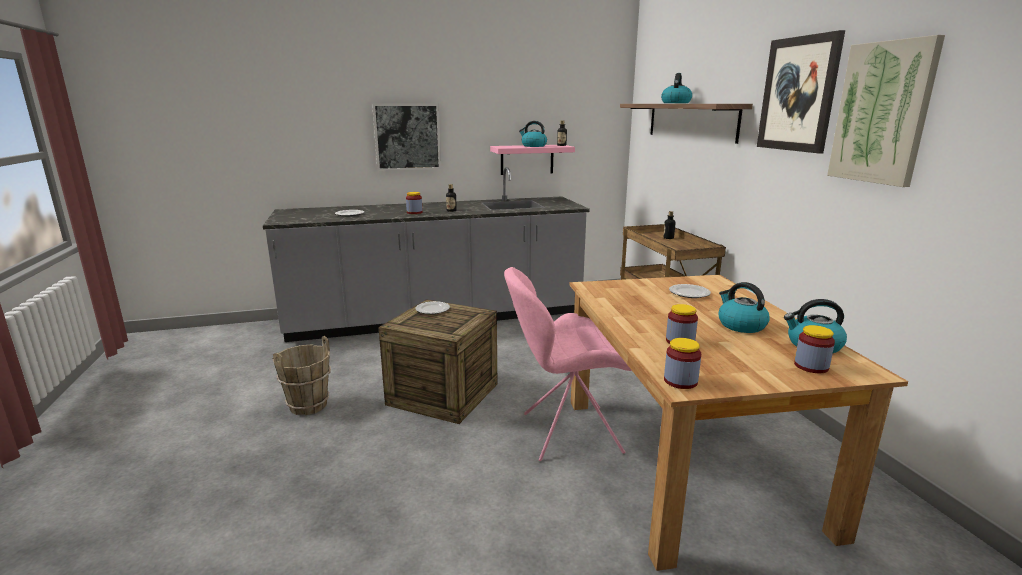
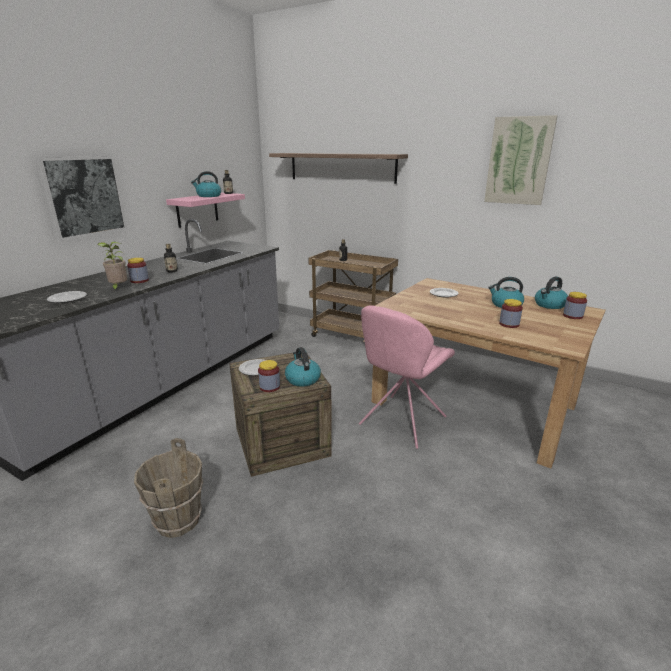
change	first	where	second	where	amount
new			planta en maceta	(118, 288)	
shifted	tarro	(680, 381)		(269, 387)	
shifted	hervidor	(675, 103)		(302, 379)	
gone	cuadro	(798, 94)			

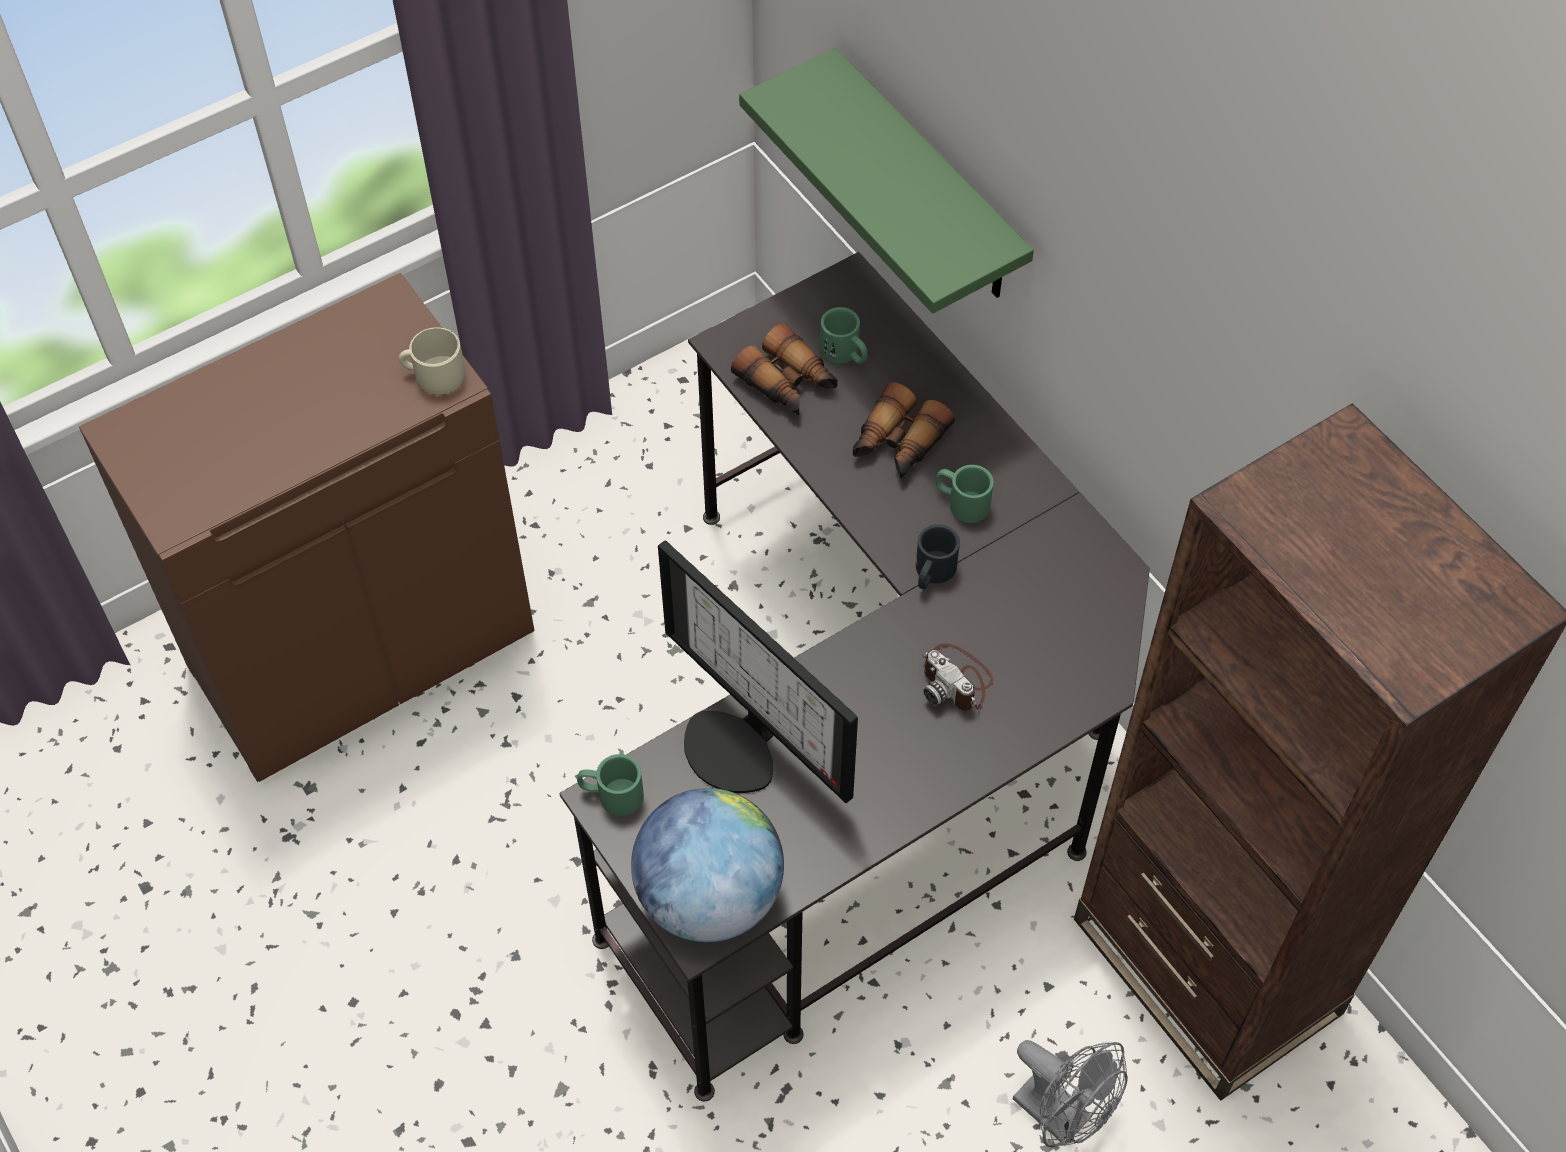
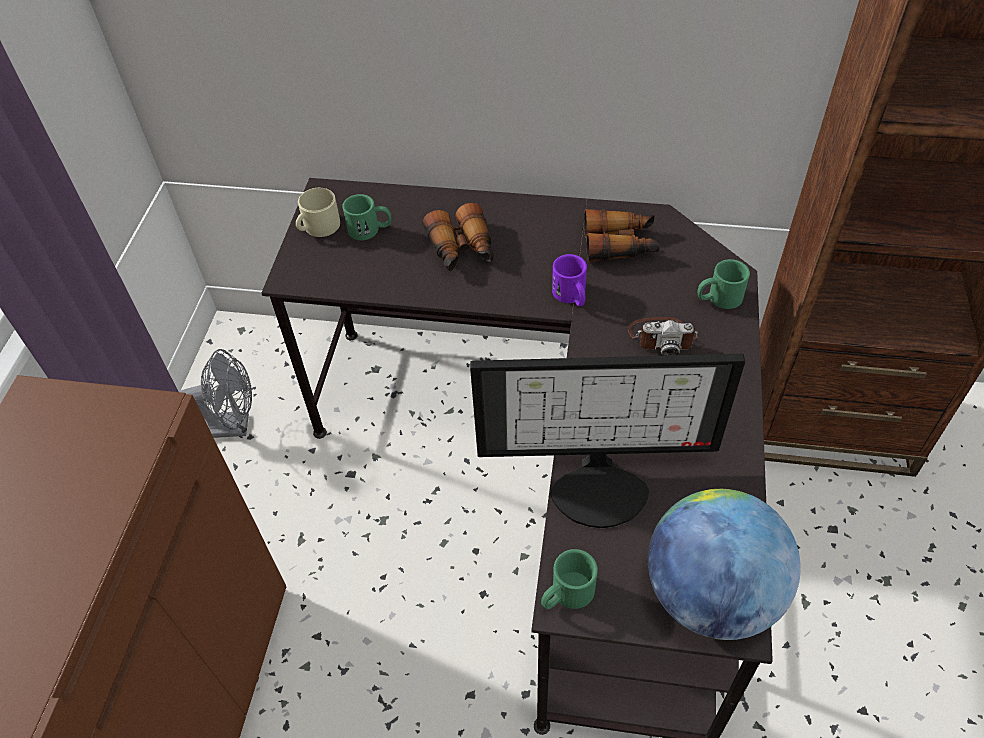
change	first	where	second	where	amount
shifted	ventilador (gris)	(1062, 1116)		(233, 426)	
shifted	taza grande (beis)	(433, 374)		(318, 227)	
repainted	taza grande (negro)	(932, 573)	taza grande (morado)	(571, 296)	
shifted	prismáticos	(788, 383)		(620, 244)	
shifted	taza grande (verde)	(961, 502)		(718, 298)	
gone	estante (verde)	(928, 182)			

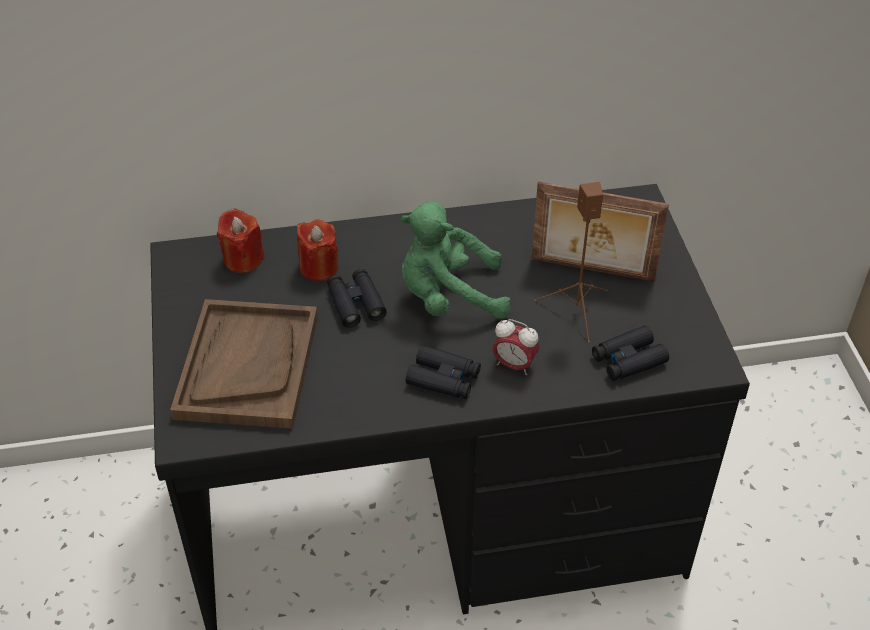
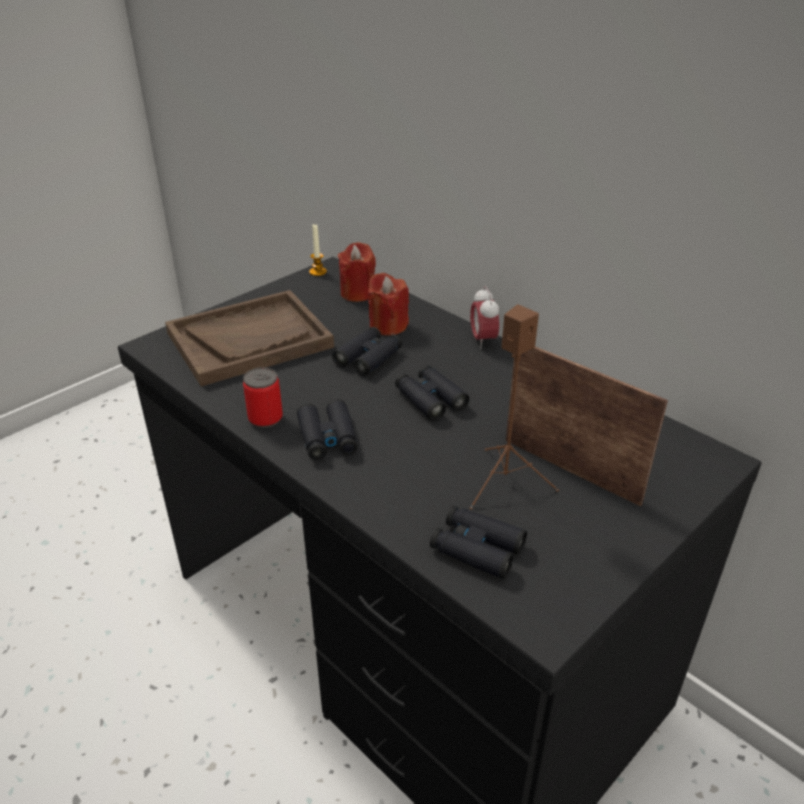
change	first	where	second	where	amount
new			lata	(265, 419)	
new			vela	(318, 272)	
swapped	peluche (verde)	(448, 297)	prismáticos (negro)	(430, 399)	
shifted	despertador	(514, 365)		(483, 340)	
rotated	portarretratos	(592, 271)		(572, 469)	150 degrees clockwise

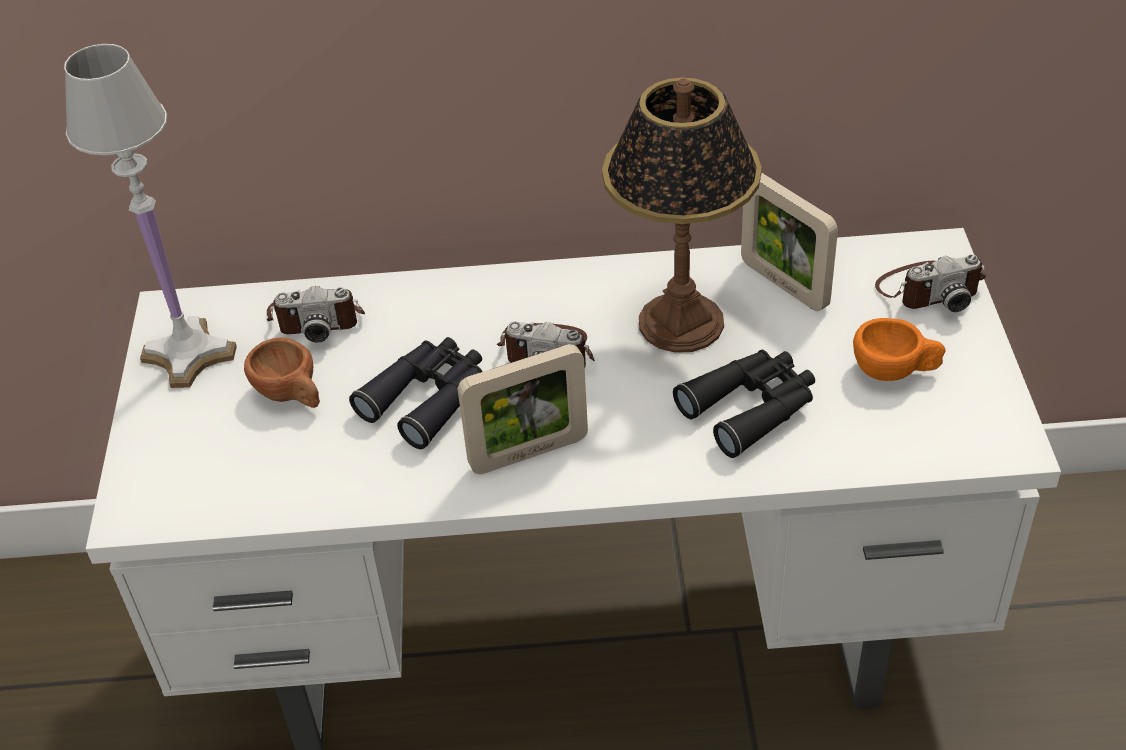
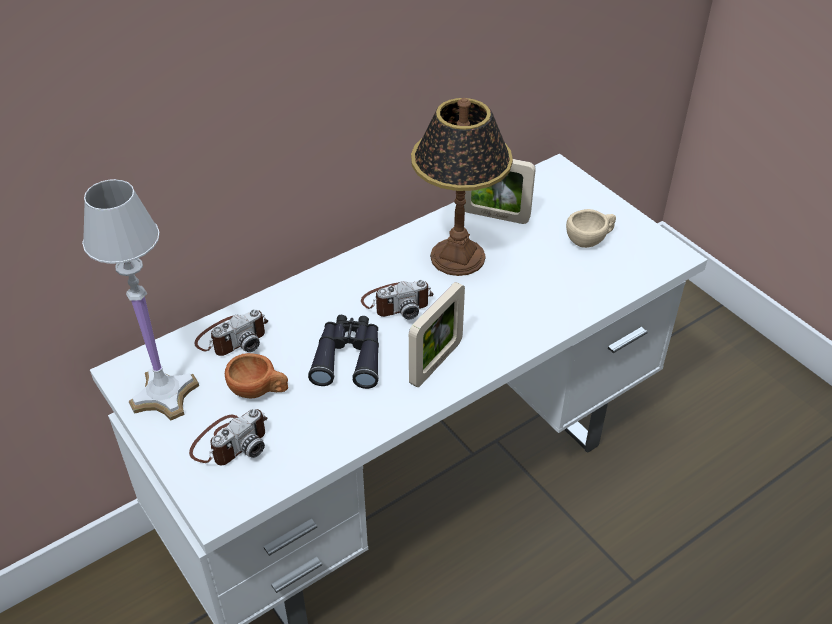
change	first	where	second	where	amount
shifted	cámara	(929, 289)		(230, 442)	
repainted	taza (naranja)	(895, 371)	taza (beis)	(590, 240)	
gone	prismáticos (negro)	(751, 408)			

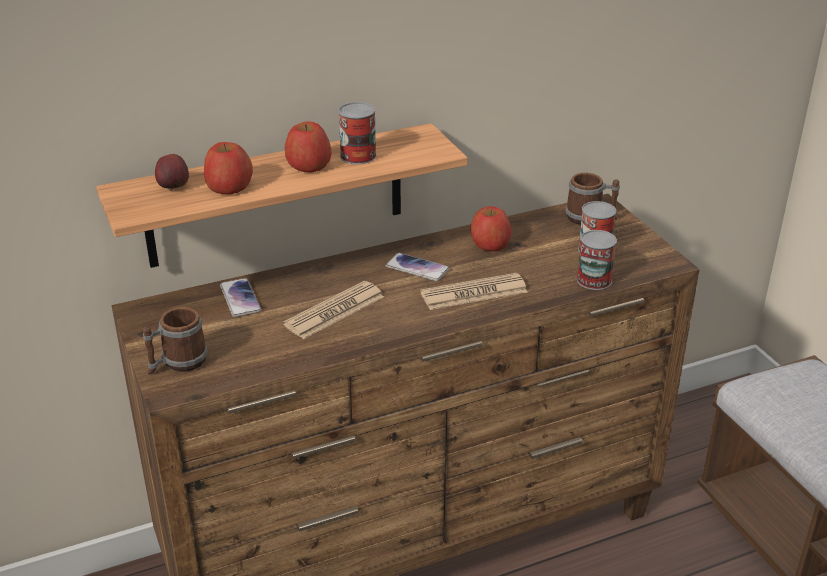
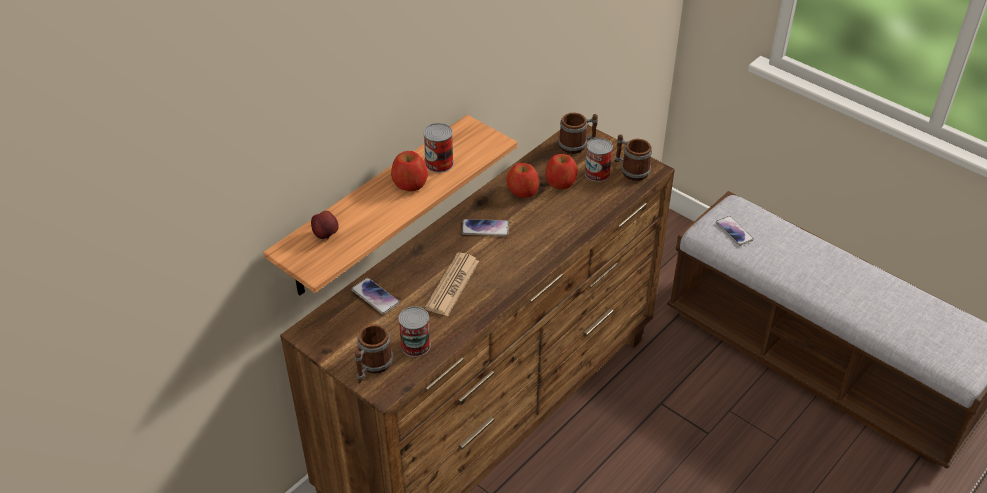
change	first	where	second	where	amount
shifted	lata	(594, 280)		(415, 345)	
shifted	manzana	(229, 187)		(561, 182)	
new			taza grande	(630, 170)	
new			móvil	(734, 231)	
gone	periódico	(473, 293)			

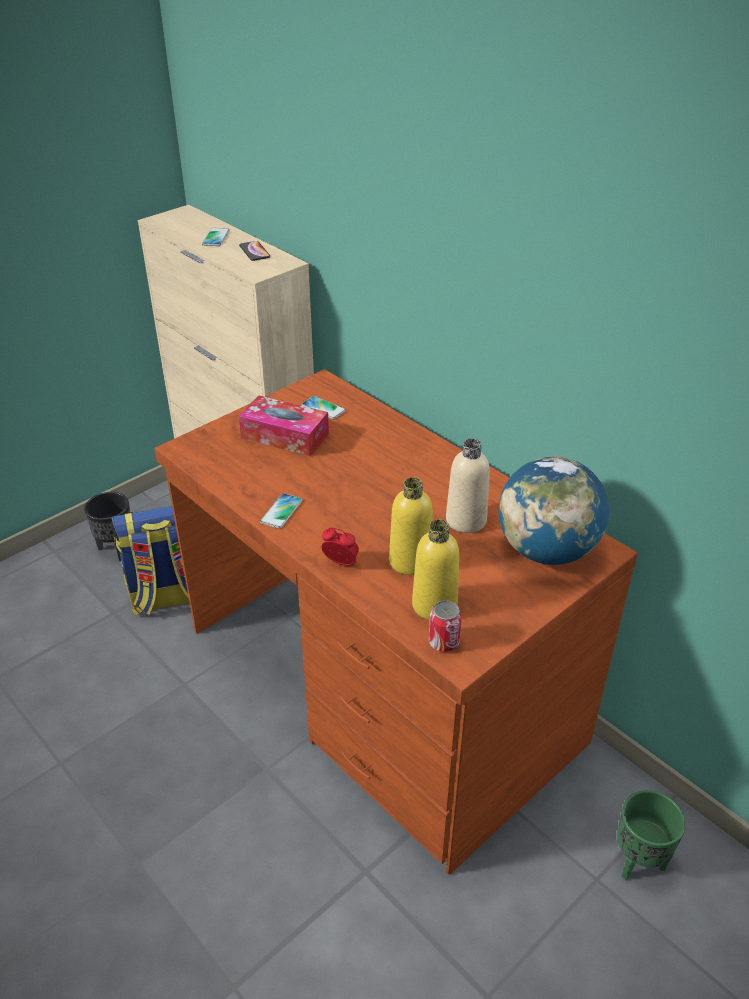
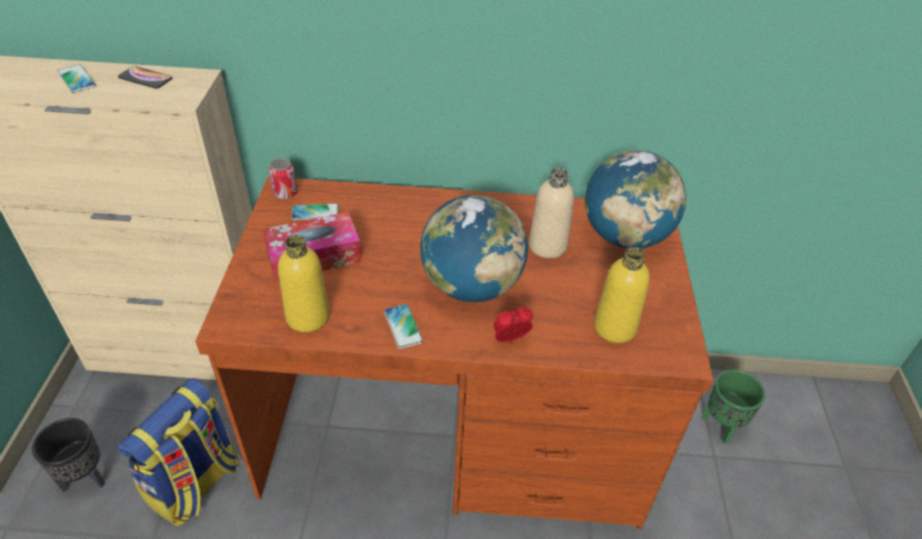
change	first	where	second	where	amount
shifted	lata	(443, 642)		(285, 193)	
shifted	botella (amarillo)	(410, 561)		(308, 316)	
new			globo terráqueo	(471, 286)	

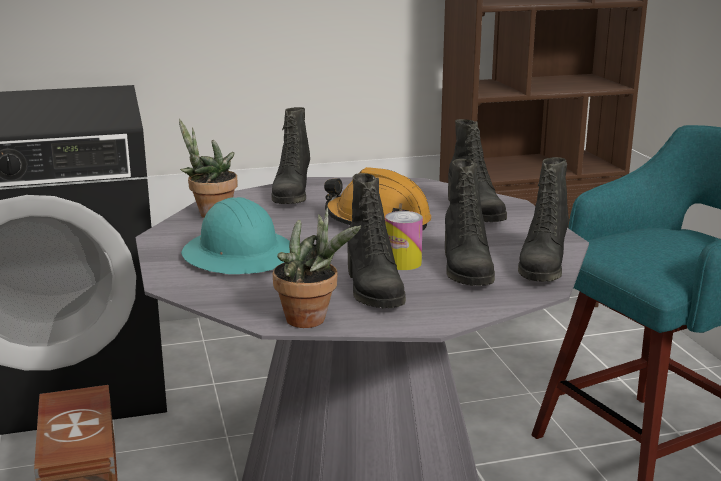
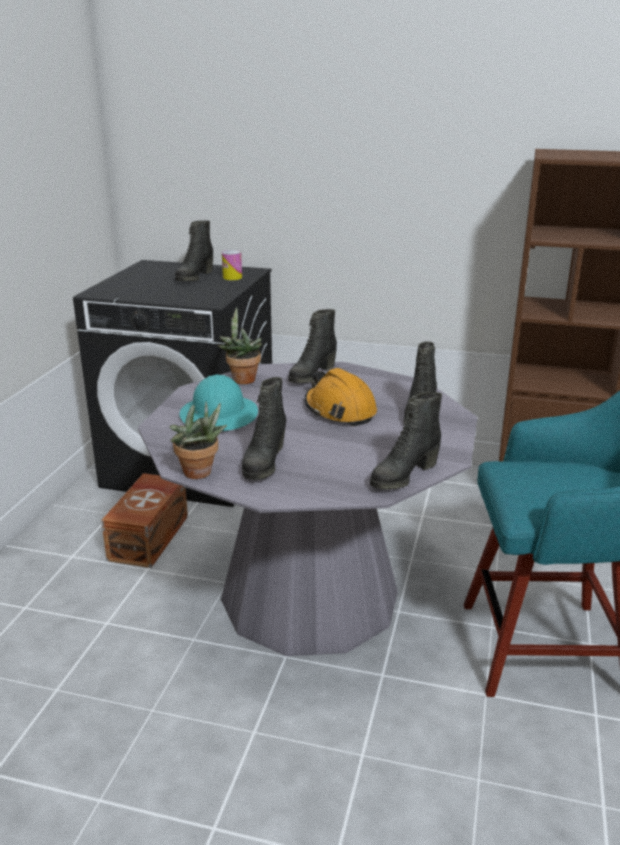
change	first	where	second	where	amount
shifted	bota (negro)	(465, 270)		(194, 277)	
shifted	lata	(403, 263)		(232, 277)	

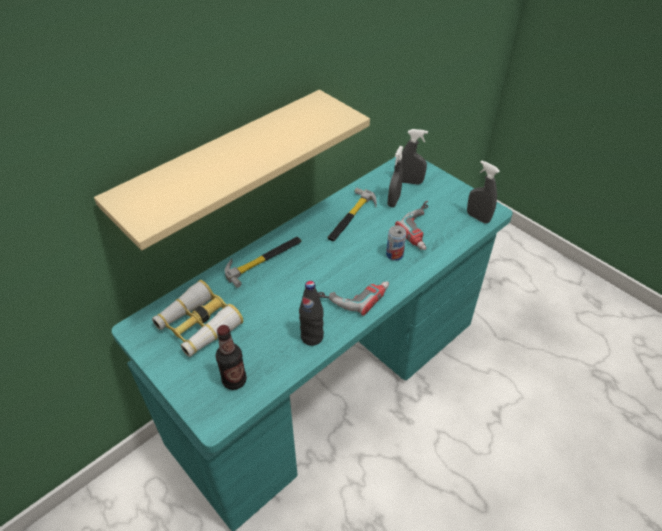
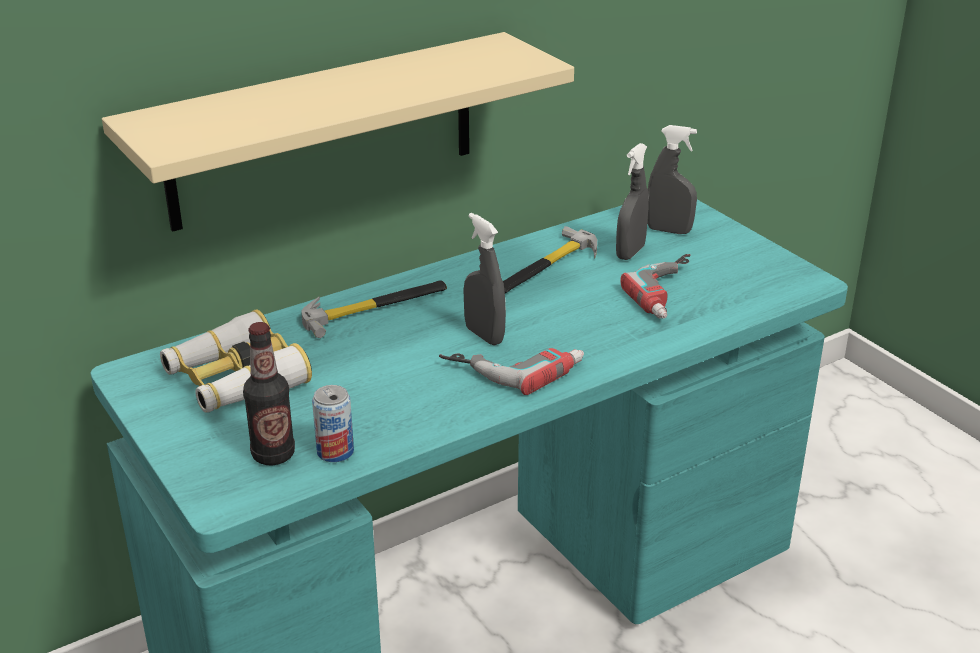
change	first	where	second	where	amount
shifted	lata	(394, 254)		(335, 452)	
shifted	pulverizador (gris)	(478, 217)		(484, 335)	
gone	botella (negro)	(312, 337)			

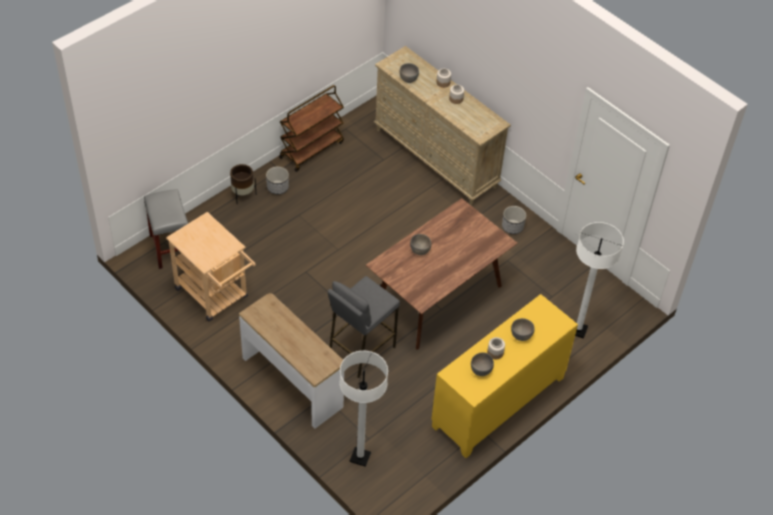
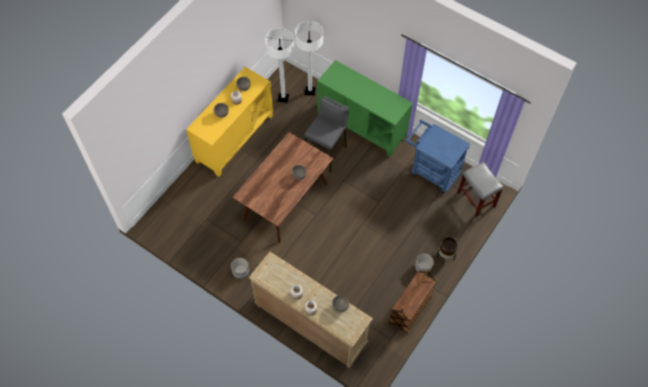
change	first	where	second	where	amount
shifted	lámpara de pie (blanco)	(578, 330)		(283, 98)	
swapped	mesa consola	(292, 382)	armario (verde)	(362, 125)	
repainted	carrito (beis)	(215, 296)	carrito (azul)	(431, 171)	

